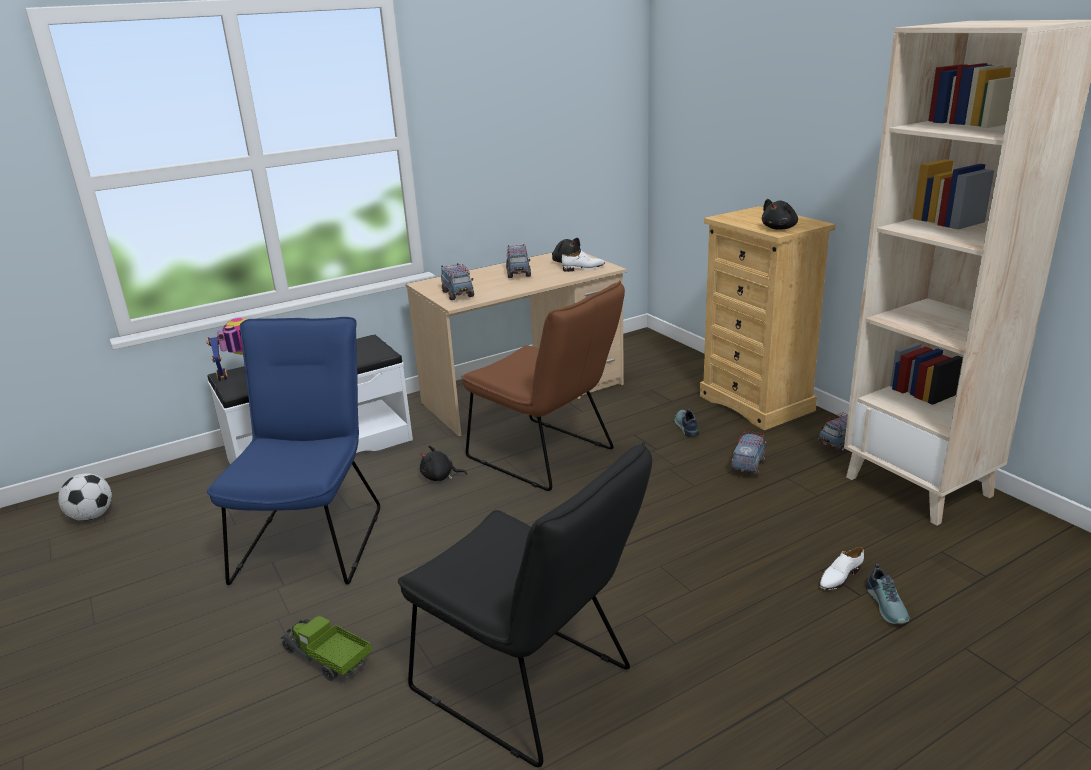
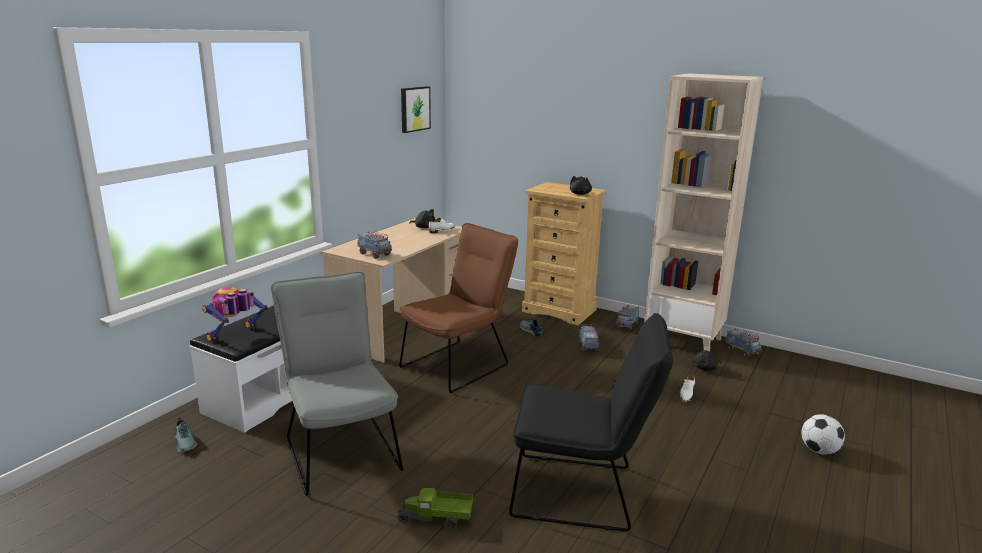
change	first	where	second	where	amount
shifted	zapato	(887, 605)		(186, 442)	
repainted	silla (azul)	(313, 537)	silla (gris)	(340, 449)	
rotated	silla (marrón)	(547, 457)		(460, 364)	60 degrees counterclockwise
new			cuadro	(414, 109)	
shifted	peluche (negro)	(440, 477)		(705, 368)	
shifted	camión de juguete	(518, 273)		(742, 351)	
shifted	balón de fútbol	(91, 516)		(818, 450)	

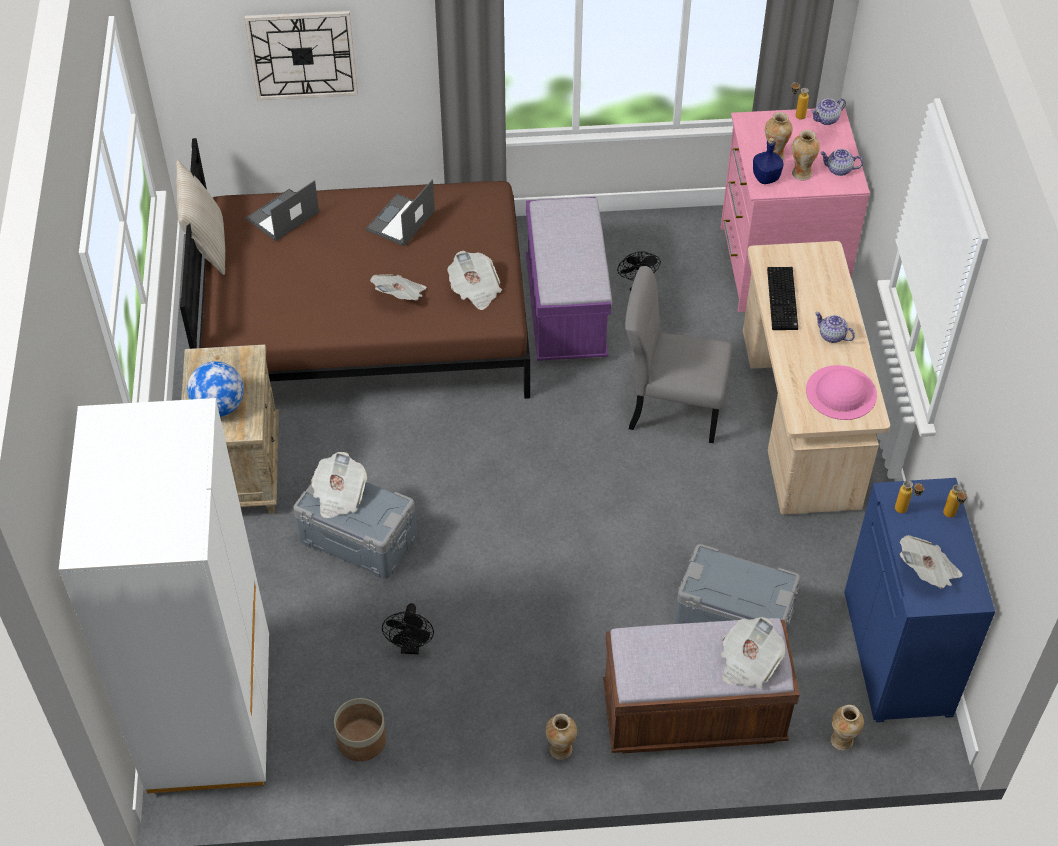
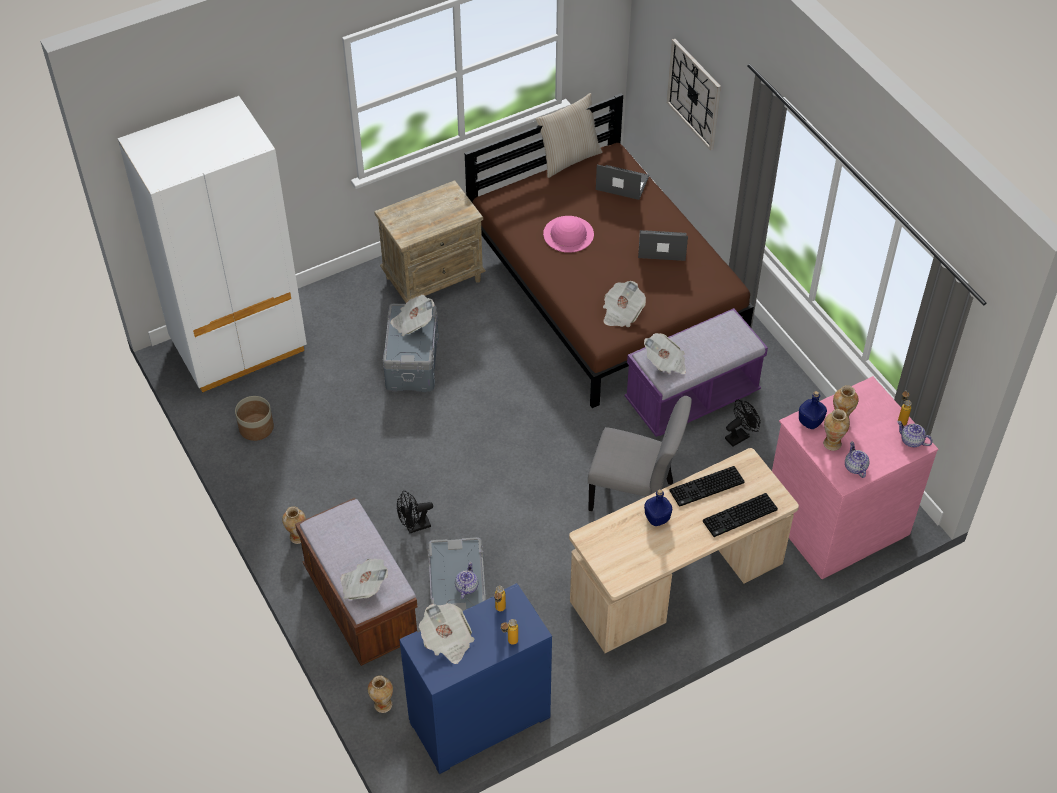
change	first	where	second	where	amount
shifted	ventilador (negro)	(411, 646)		(414, 527)	
shifted	tetera	(831, 336)		(466, 586)	
shifted	sombrero (rosa)	(841, 392)		(568, 234)	
rotated	silla (gris)	(671, 408)		(635, 497)	120 degrees clockwise
shifted	periódico	(400, 296)		(665, 363)	
new			botella (azul)	(656, 518)	
new			teclado	(740, 517)	
gone	globo terráqueo	(219, 407)			

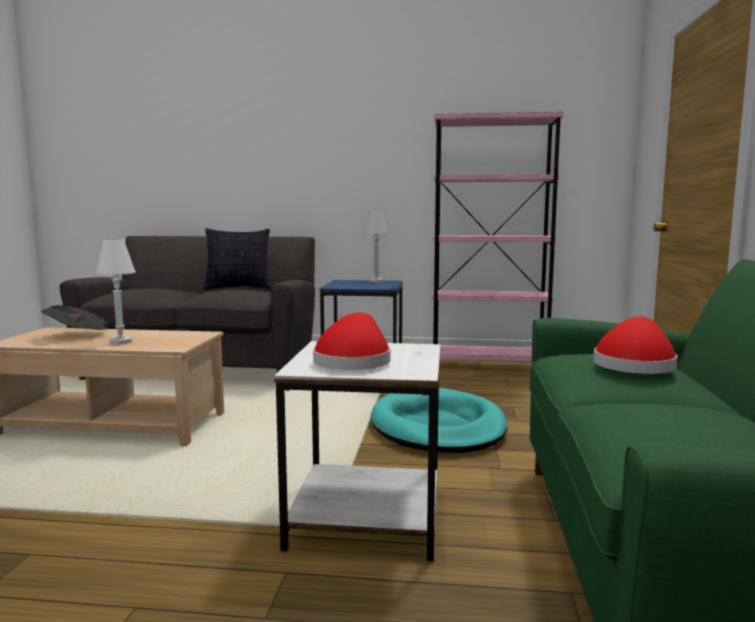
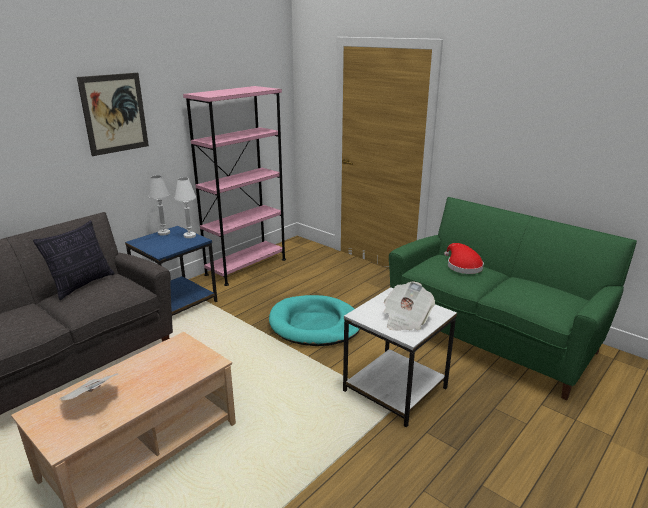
change	first	where	second	where	amount
new			cuadro	(114, 113)	
shifted	lámpara de mesa (blanco)	(120, 342)		(189, 236)	
swapped	sombrero (rojo)	(353, 361)	periódico	(406, 319)	

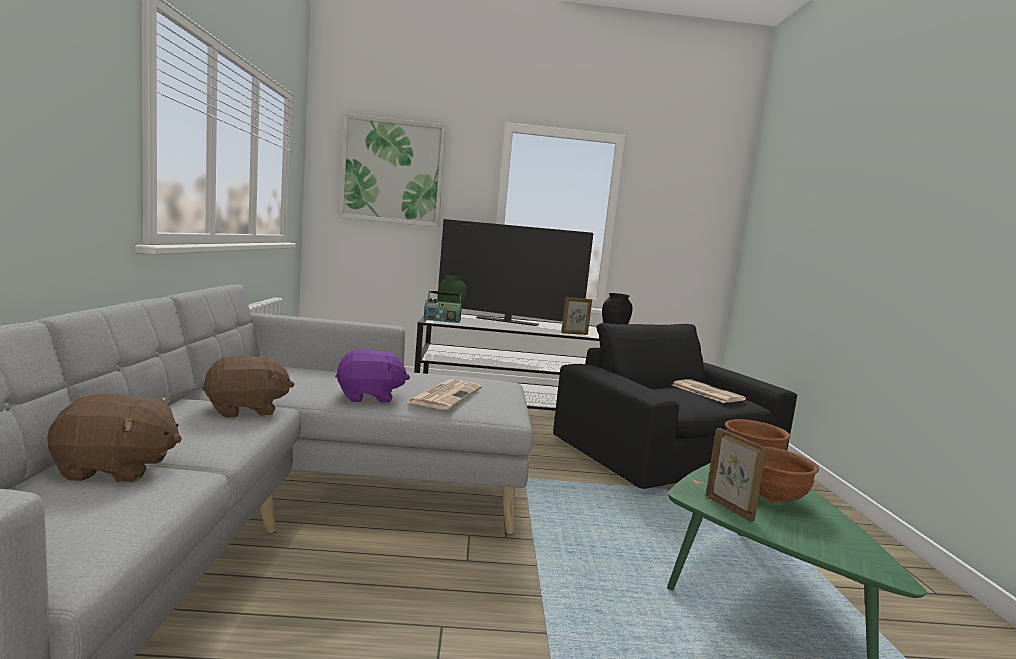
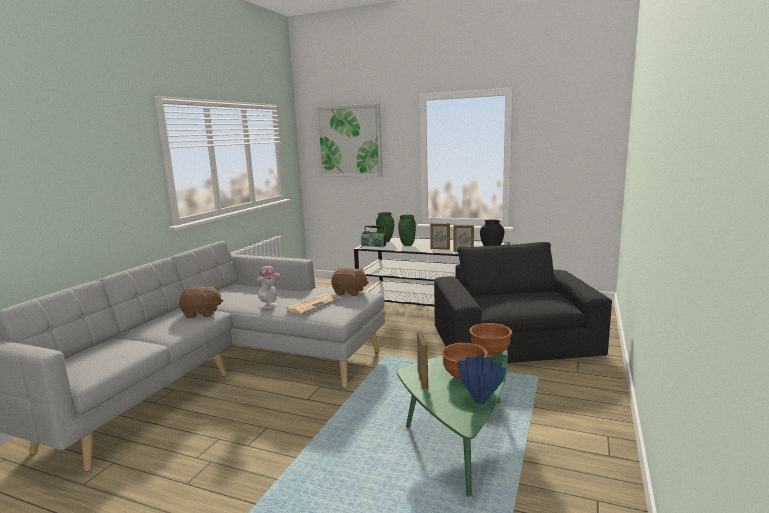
change	first	where	second	where	amount
swapped	peluche (morado)	(369, 397)	sombrero	(270, 305)	
shifted	peluche (marrón)	(117, 469)		(350, 292)	
new			florero (verde)	(407, 245)	
new			portarretratos	(440, 249)	
new			florero (azul)	(479, 401)	
gone	televisor	(507, 321)			
gone	periódico	(705, 392)			

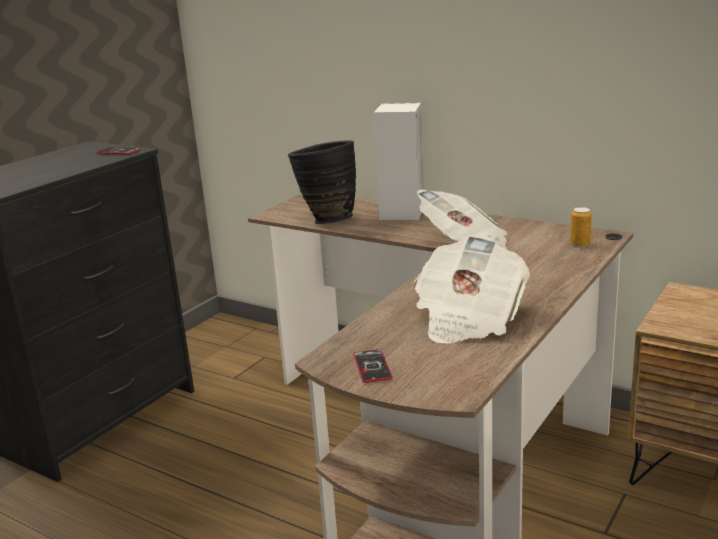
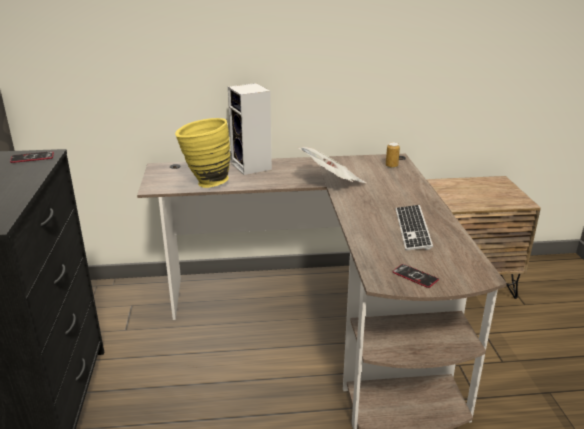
change	first	where	second	where	amount
repainted	florero (negro)	(326, 220)	florero (amarillo)	(205, 183)	
swapped	periódico	(468, 319)	teclado	(412, 229)	

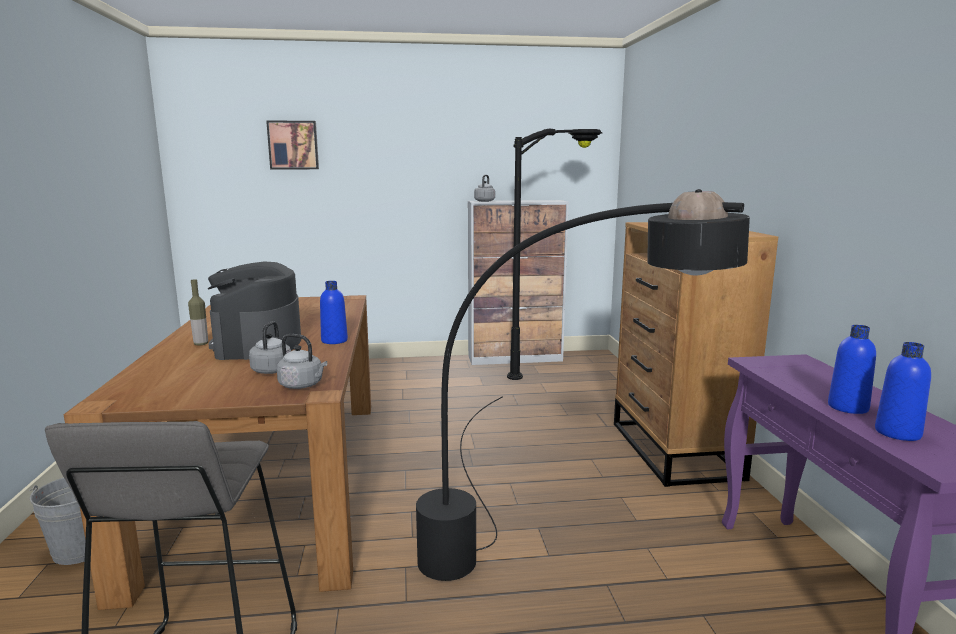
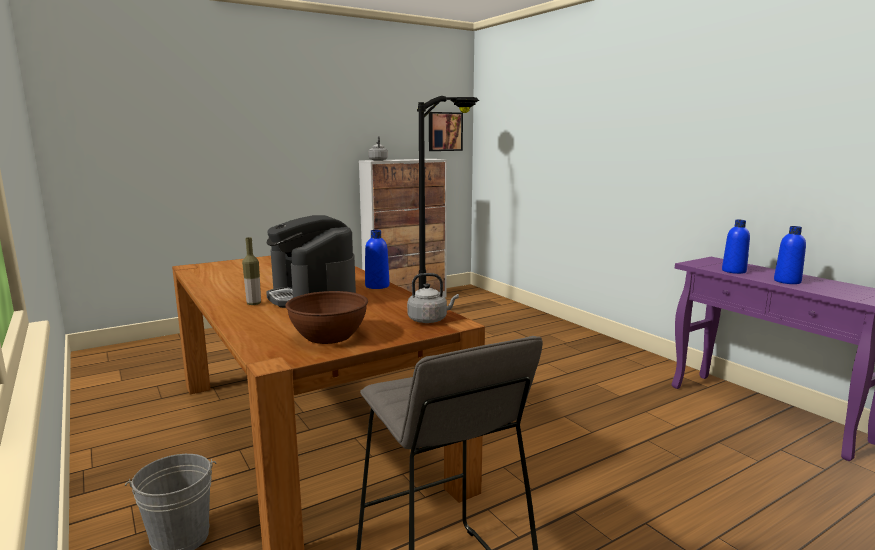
change	first	where	second	where	amount
new			cuenco (marrón)	(329, 336)	
shifted	cuadro	(293, 145)		(444, 131)	
shifted	botella (azul)	(897, 433)		(733, 271)	
gone	hervidor (gris)	(273, 369)			
gone	lámpara de pie (negro)	(524, 572)			
gone	cómoda (marrón)	(675, 451)			

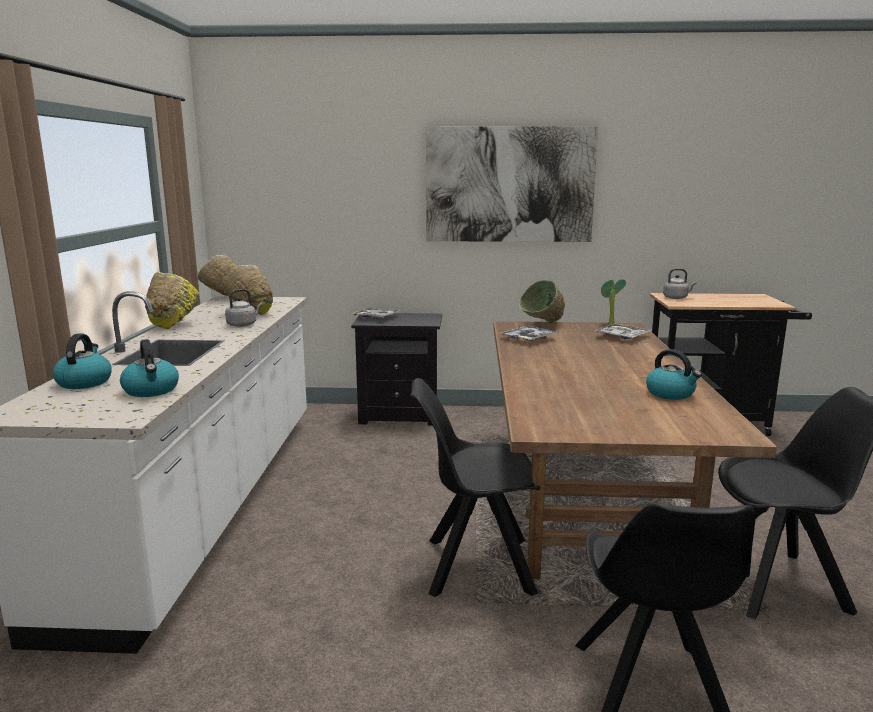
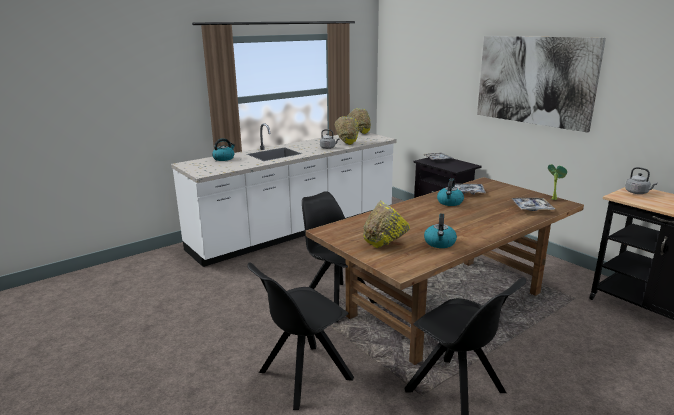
change	first	where	second	where	amount
shifted	cuenco (amarillo)	(172, 325)		(385, 244)	
shifted	hervidor	(151, 390)		(450, 202)	
gone	cuenco (verde)	(543, 325)			

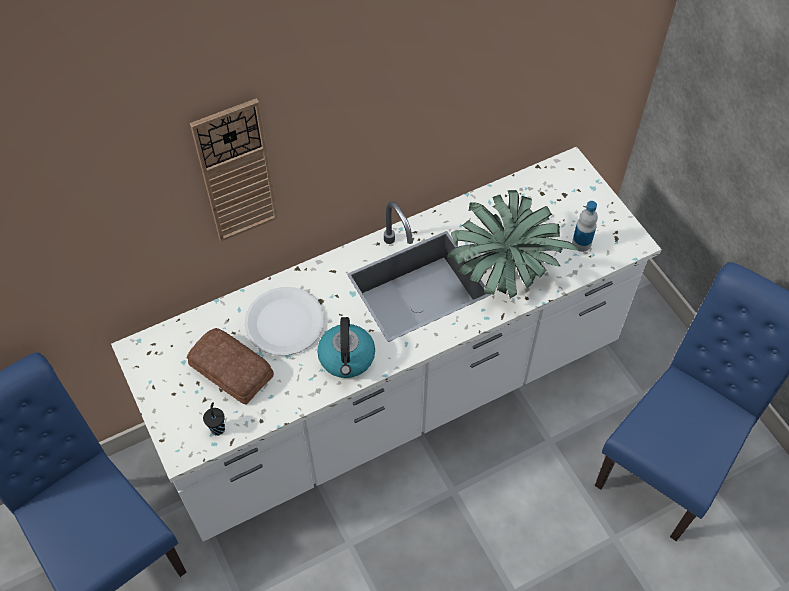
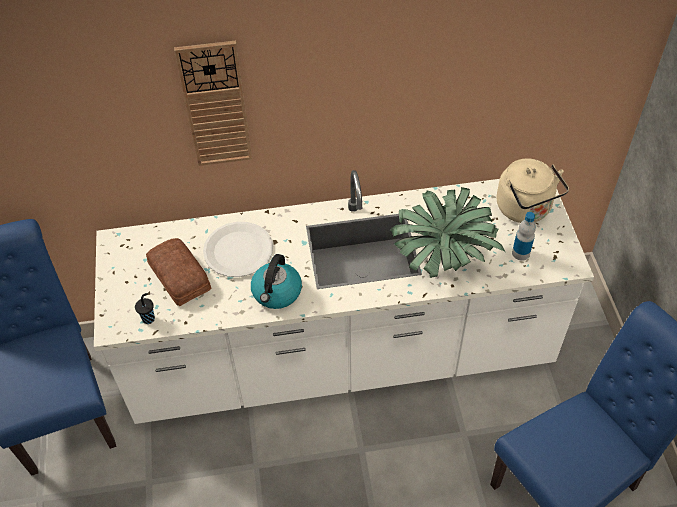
change	first	where	second	where	amount
new			hervidor (beis)	(525, 209)	

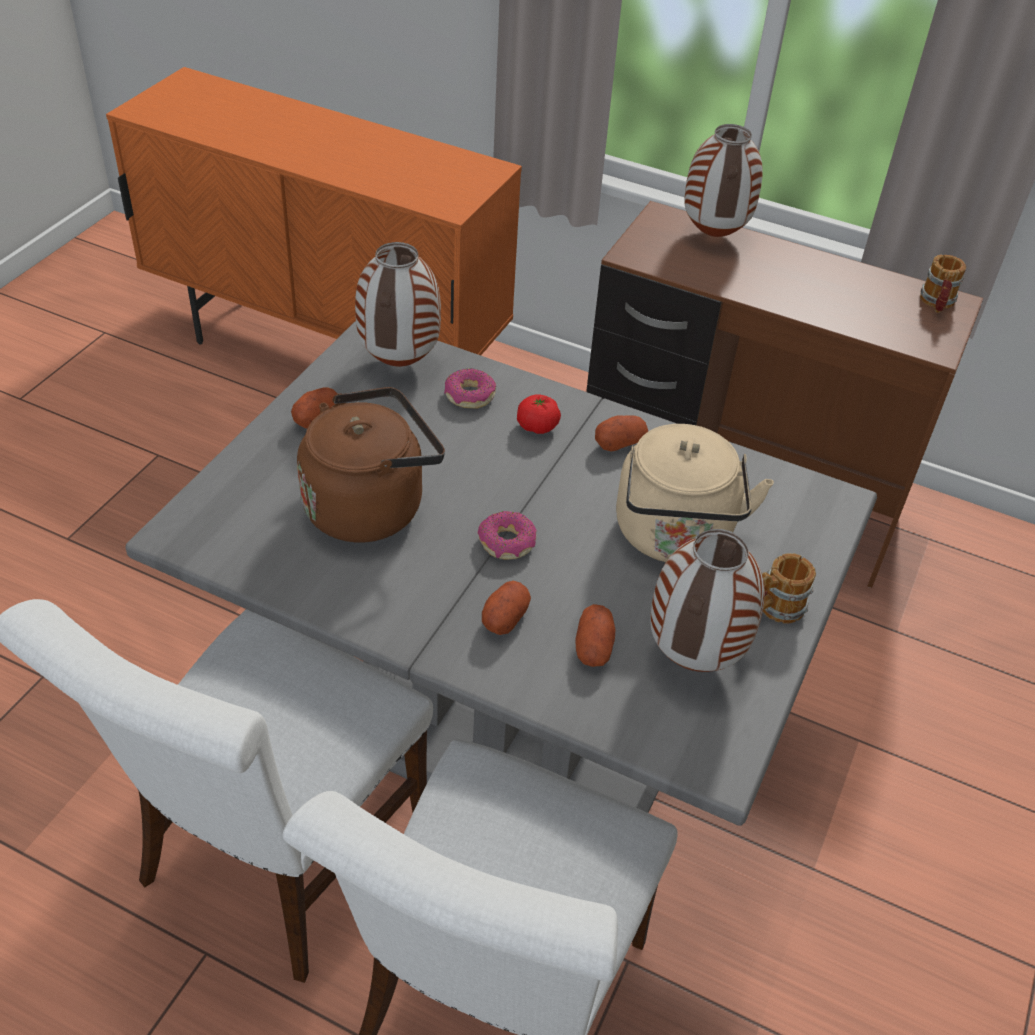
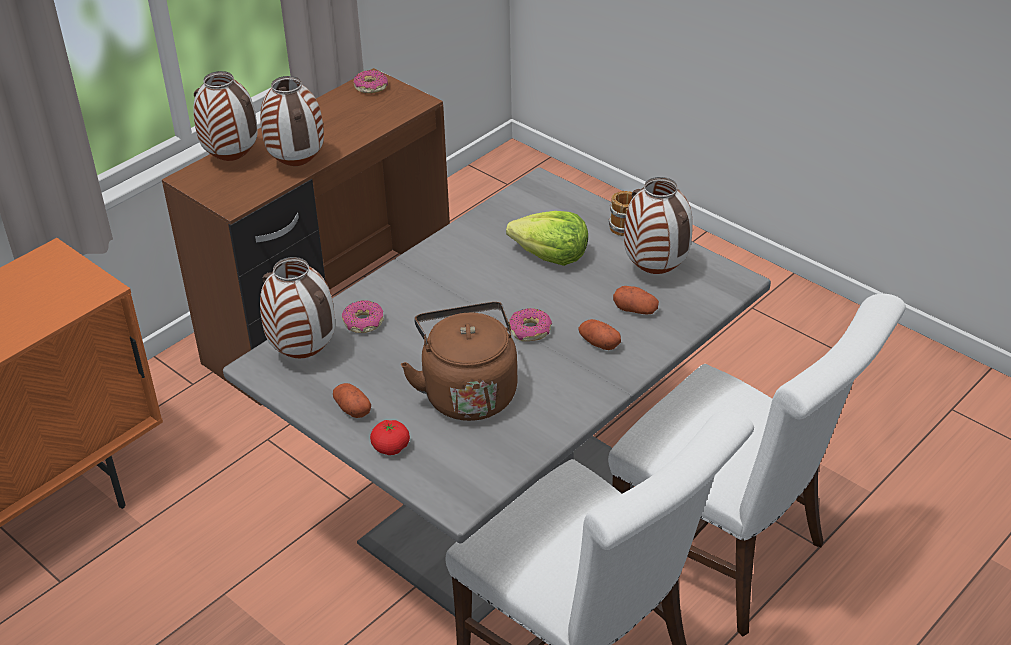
change	first	where	second	where	amount
new			florero	(296, 164)	
swapped	taza grande	(936, 303)	rosquilla	(370, 87)	
shifted	tomate	(537, 426)		(390, 447)	
swapped	hervidor (beis)	(675, 537)	lechuga	(551, 256)	
gone	patata	(619, 443)			

